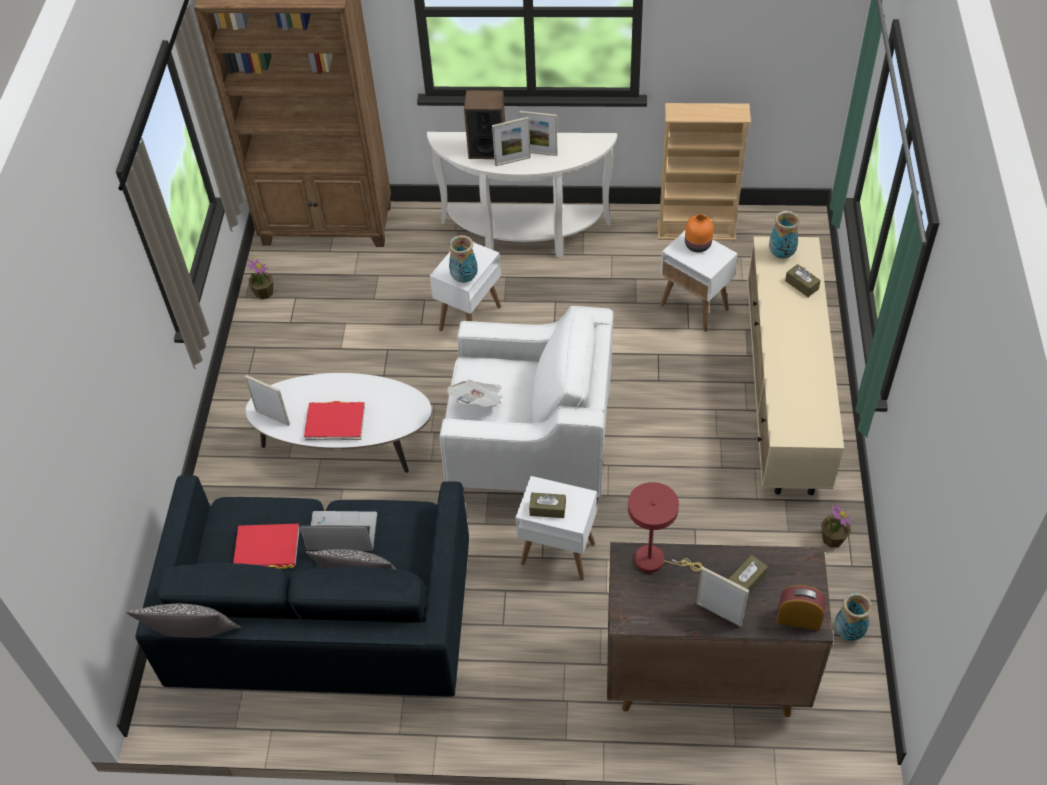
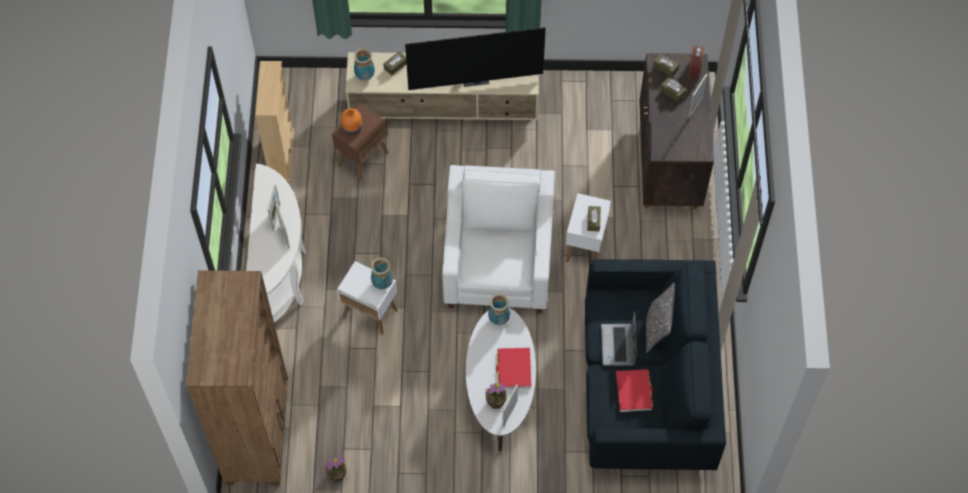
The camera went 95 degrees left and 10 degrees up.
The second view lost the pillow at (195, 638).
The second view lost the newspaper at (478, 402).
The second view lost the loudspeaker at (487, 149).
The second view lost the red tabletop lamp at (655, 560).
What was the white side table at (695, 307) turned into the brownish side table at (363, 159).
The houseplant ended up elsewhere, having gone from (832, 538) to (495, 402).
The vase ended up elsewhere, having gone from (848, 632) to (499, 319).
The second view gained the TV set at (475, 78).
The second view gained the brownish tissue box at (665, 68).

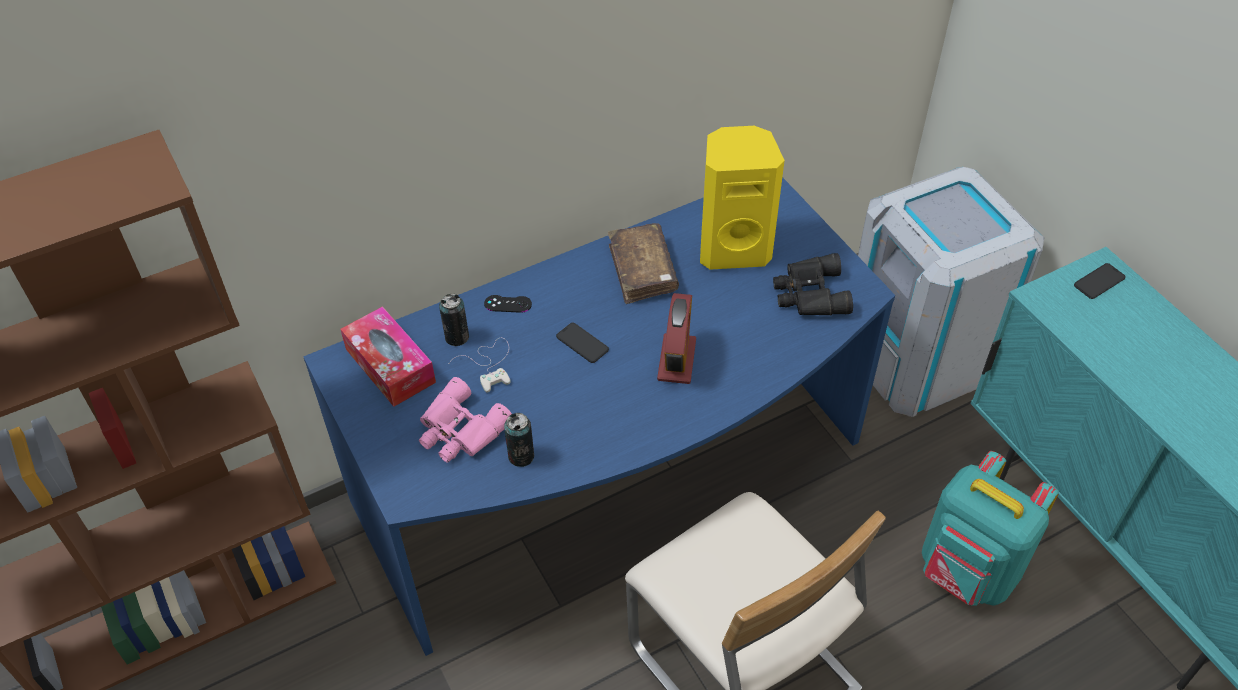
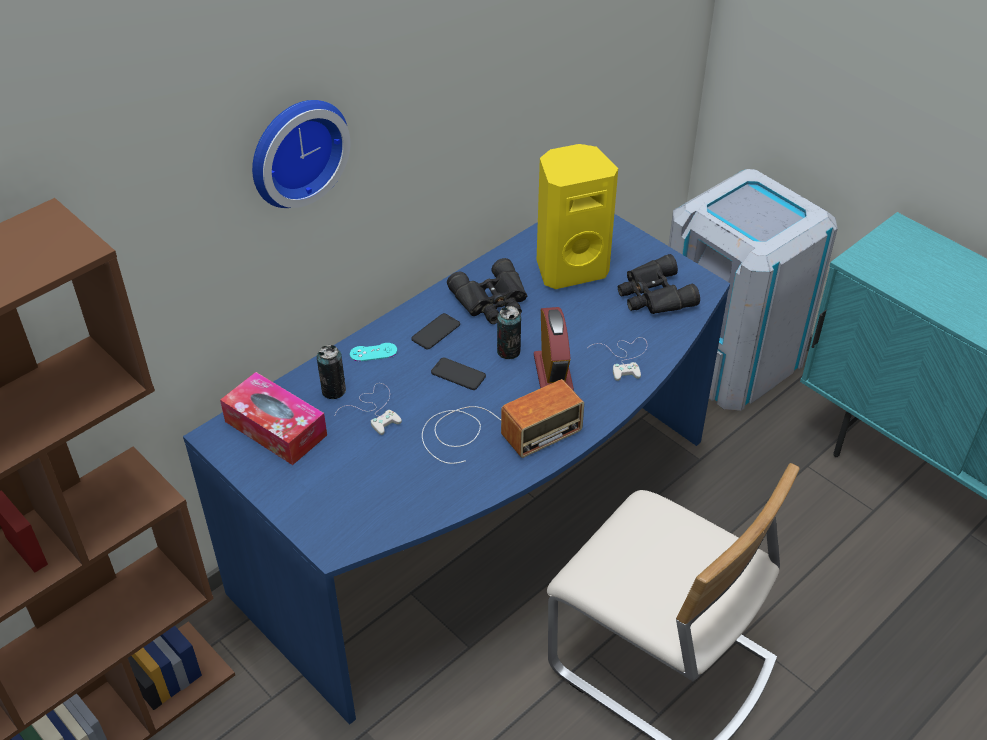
The camera went 15 degrees left and 5 degrees down.
The second view lost the pinkish binoculars at (460, 431).
What was the black gamepad at (508, 304) turned into the turquoise gamepad at (373, 352).
The metal can ended up elsewhere, having gone from (521, 456) to (508, 351).
Where the brownish volume stood at (642, 270), the black binoculars came to stand at (492, 301).
The second view lost the turquoise backpack at (967, 573).
The phone ended up elsewhere, having gone from (1099, 281) to (436, 332).
The second view gained the wall clock at (295, 150).
The second view gained the radio receiver at (494, 431).
The second view gained the white gamepad at (625, 358).

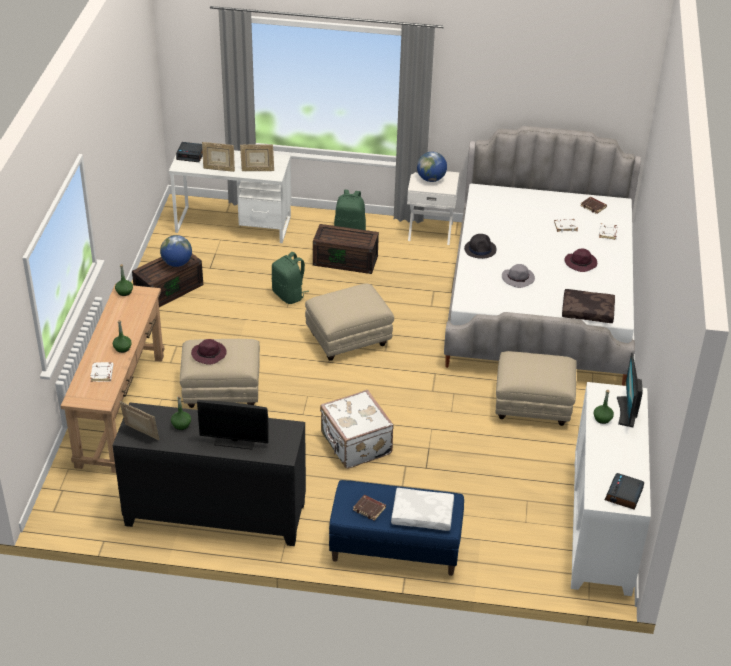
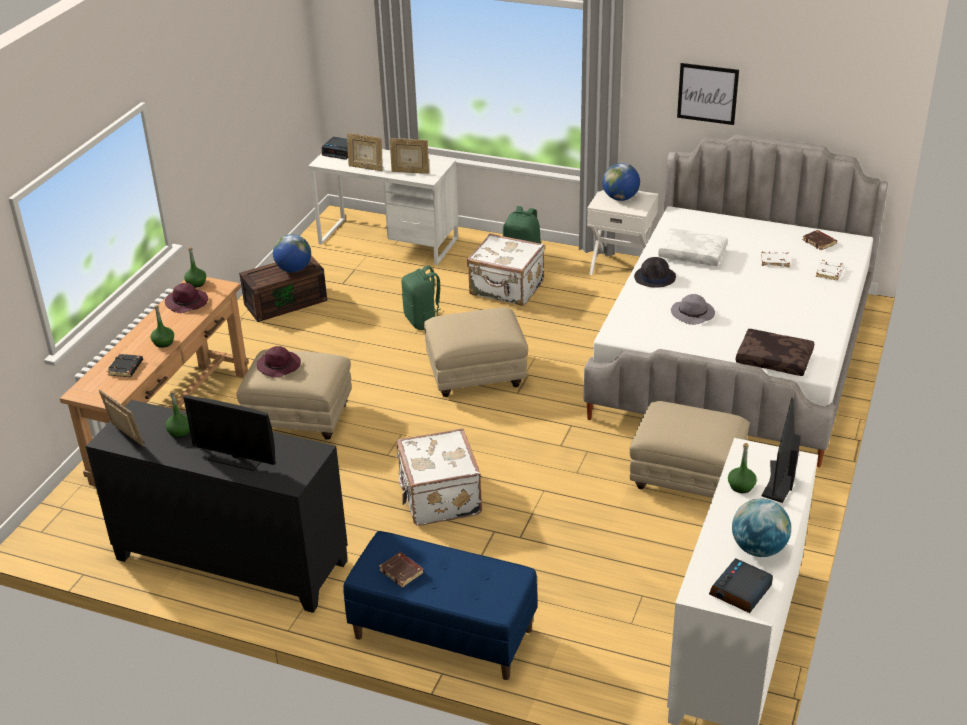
The camera went 15 degrees right and 5 degrees down.
What was the white volume at (102, 374) turned into the black volume at (126, 368).
Where the brownish storage box stood at (346, 260), the white piece of luggage came to stand at (506, 289).
The white pillow ended up elsewhere, having gone from (423, 514) to (693, 254).
The purplish wearable hat ended up elsewhere, having gone from (581, 263) to (187, 303).
The second view gained the wall art at (707, 93).
The second view gained the world globe at (758, 549).

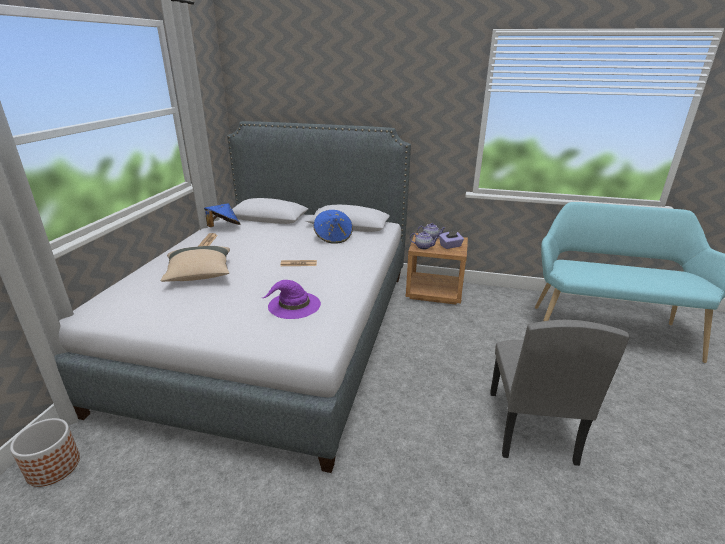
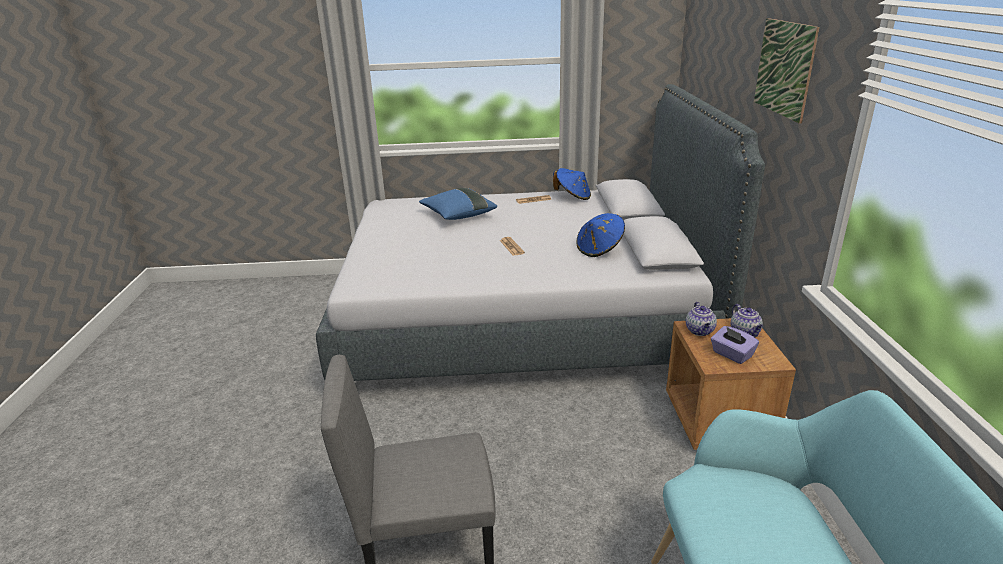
The camera went 75 degrees right and 0 degrees up.
The second view lost the planter at (54, 466).
What was the beige pillow at (199, 275) turned into the blue pillow at (458, 215).
The second view lost the purplish wearable hat at (294, 305).
The second view gained the wall art at (784, 68).

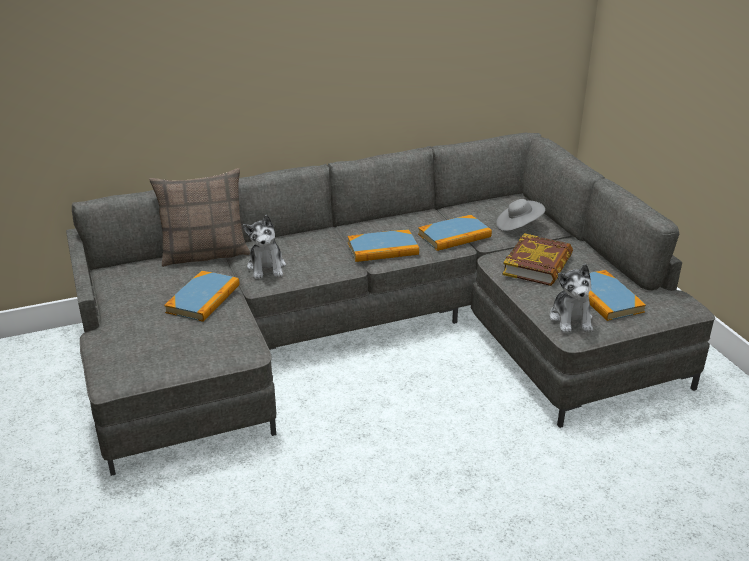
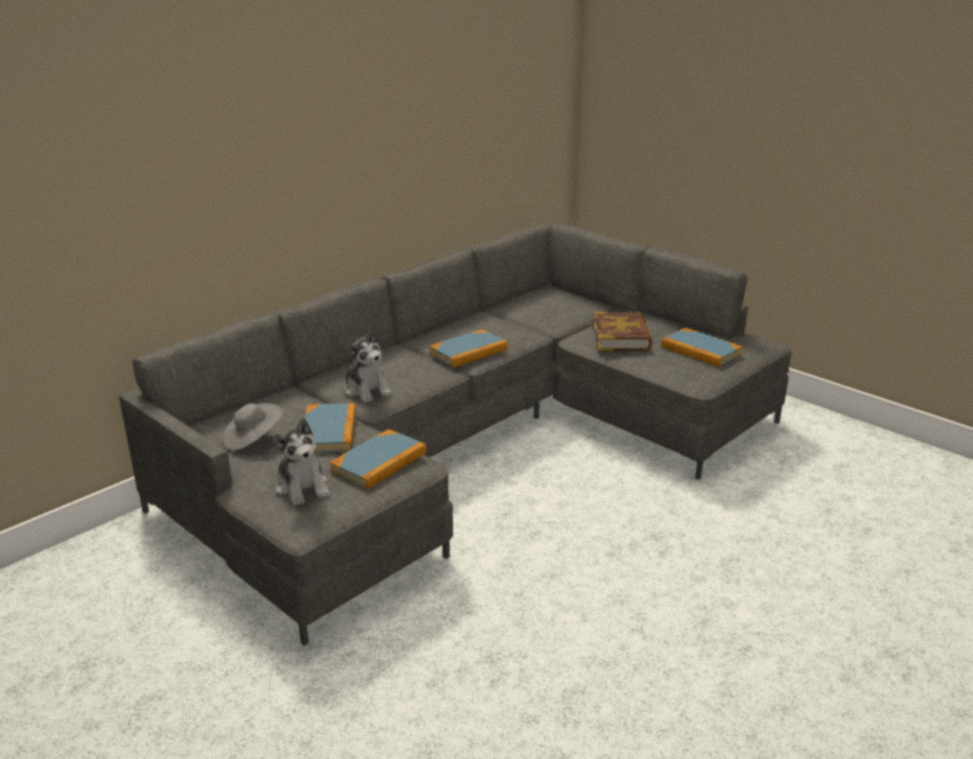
The camera went 25 degrees left and 5 degrees down.
The second view lost the pillow at (205, 254).
The volume ended up elsewhere, having gone from (454, 236) to (379, 462).
The greyish wearable hat ended up elsewhere, having gone from (518, 226) to (253, 439).
The plush toy ended up elsewhere, having gone from (571, 319) to (303, 487).

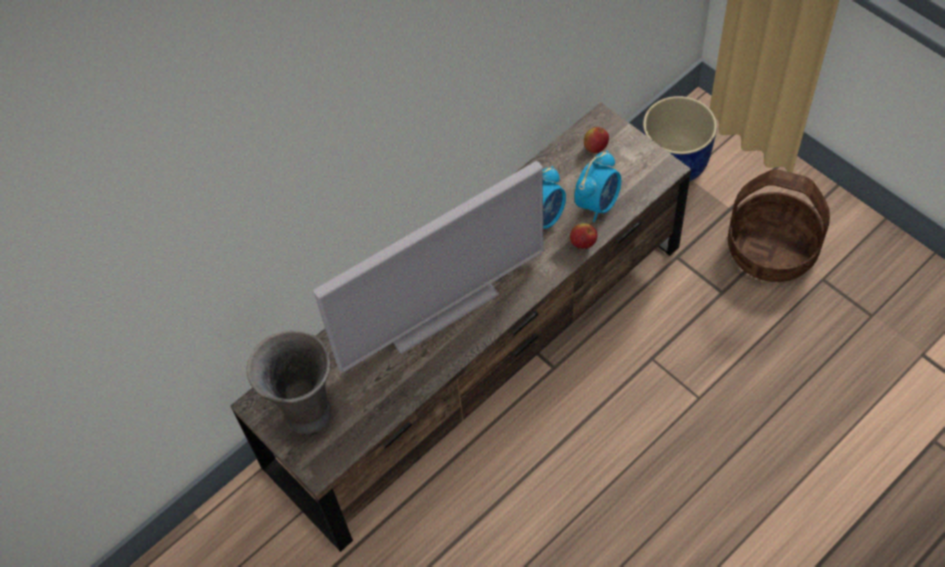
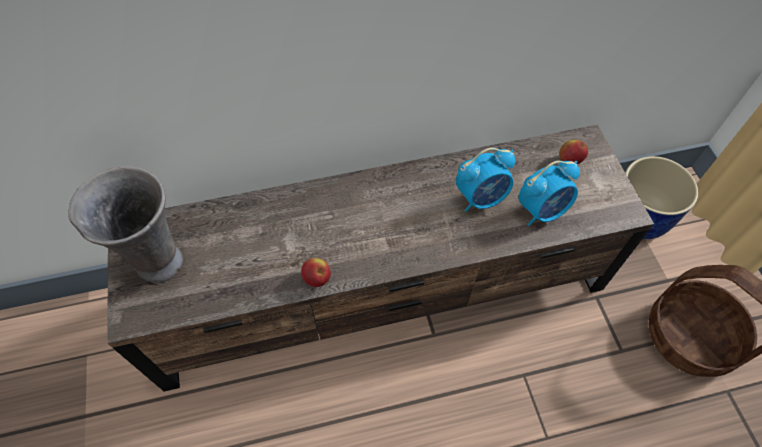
The camera went 25 degrees right and 0 degrees up.
The second view lost the TV set at (439, 309).
The whole apple ended up elsewhere, having gone from (583, 243) to (317, 279).

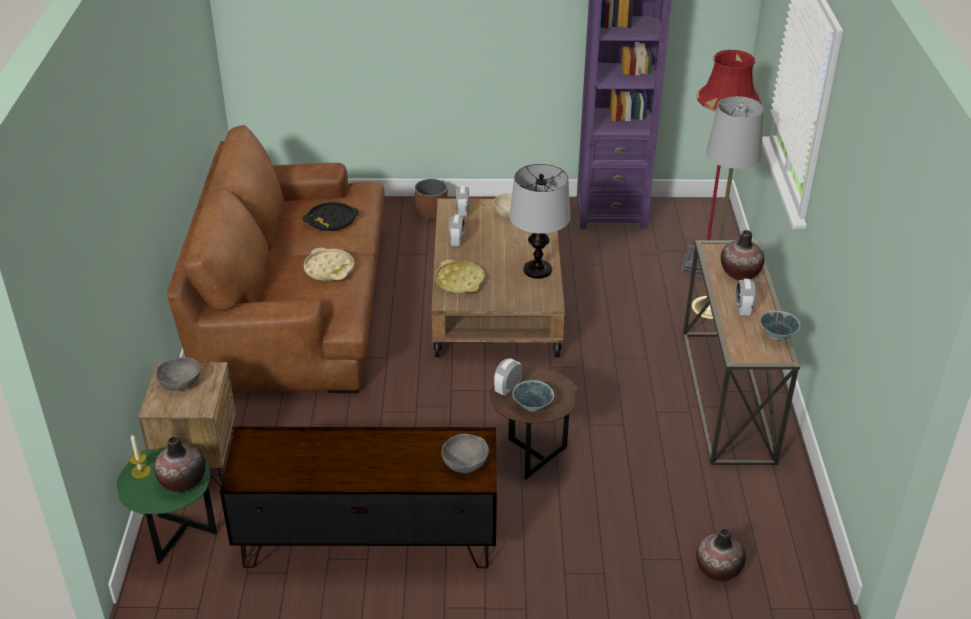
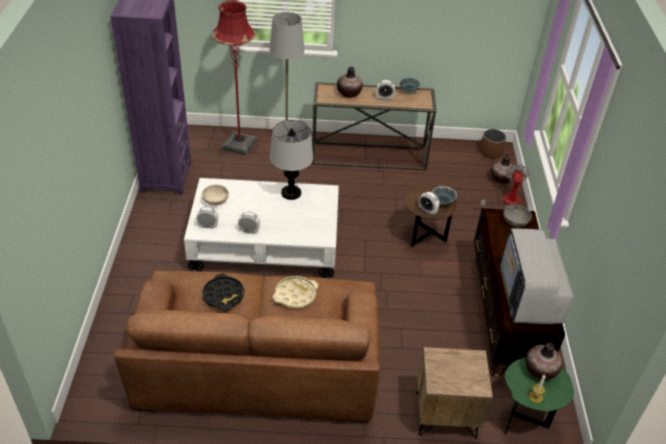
The camera went 90 degrees left and 5 degrees up.
The second view lost the greyish bowl at (180, 383).
The brownish planter ended up elsewhere, having gone from (431, 212) to (491, 152).
What was the brownish lounge table at (495, 300) turned into the white lounge table at (265, 244).
The second view lost the yellowish tray at (459, 281).
The second view gained the cooling fan at (506, 202).
The second view gained the TV set at (528, 297).

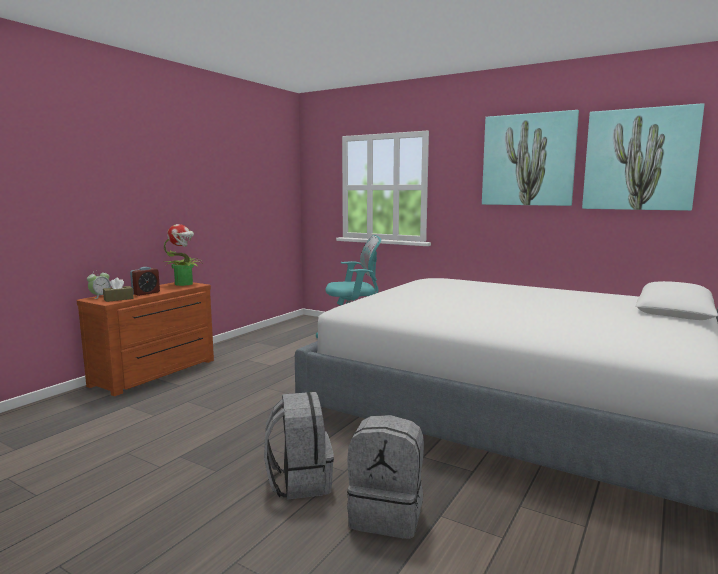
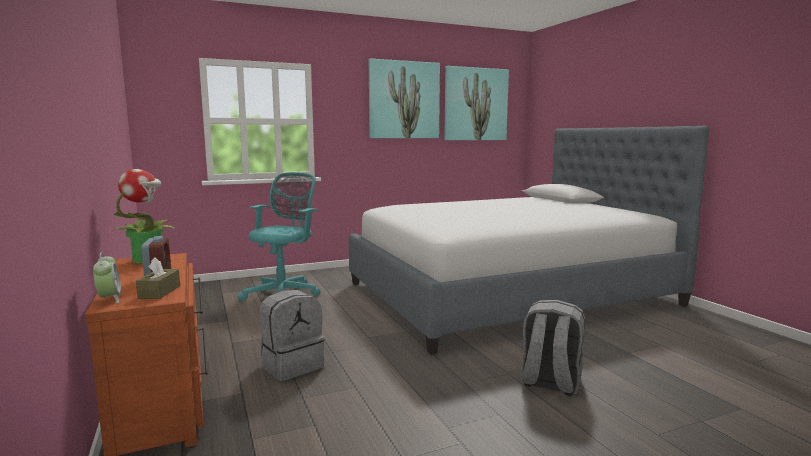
The camera went 55 degrees left and 0 degrees up.
The greyish backpack ended up elsewhere, having gone from (387, 515) to (292, 366).

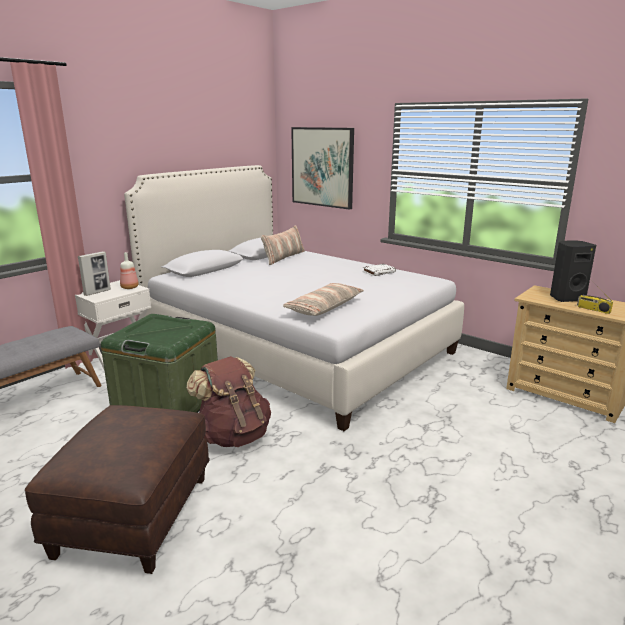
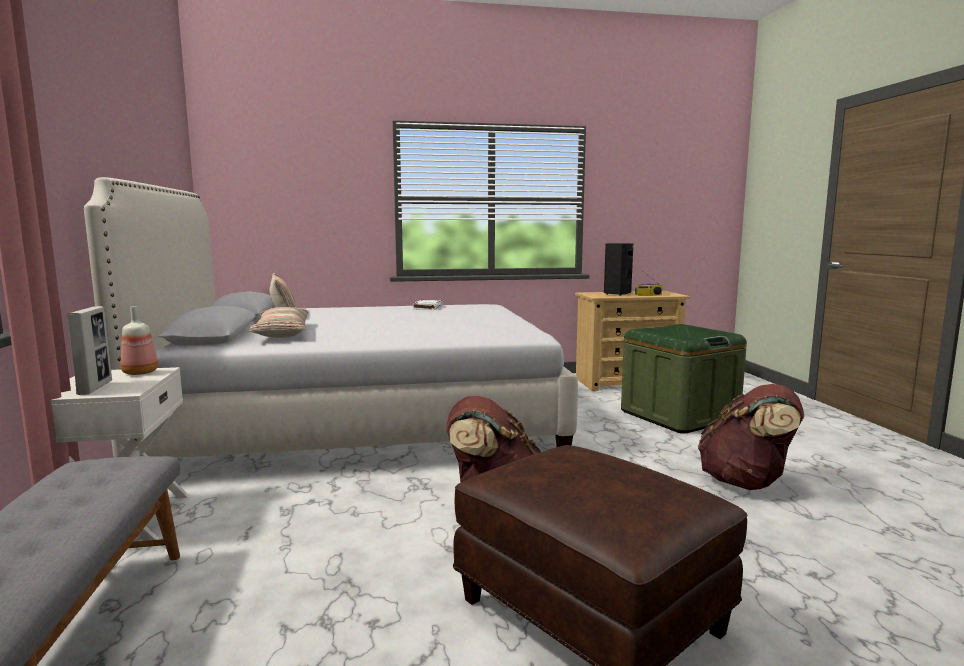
The camera went 50 degrees left and 10 degrees down.
The green-coloured storage box ended up elsewhere, having gone from (167, 403) to (679, 415).
The pillow ended up elsewhere, having gone from (324, 307) to (282, 333).
The second view lost the wall art at (322, 167).
The second view gained the brownish backpack at (746, 482).

